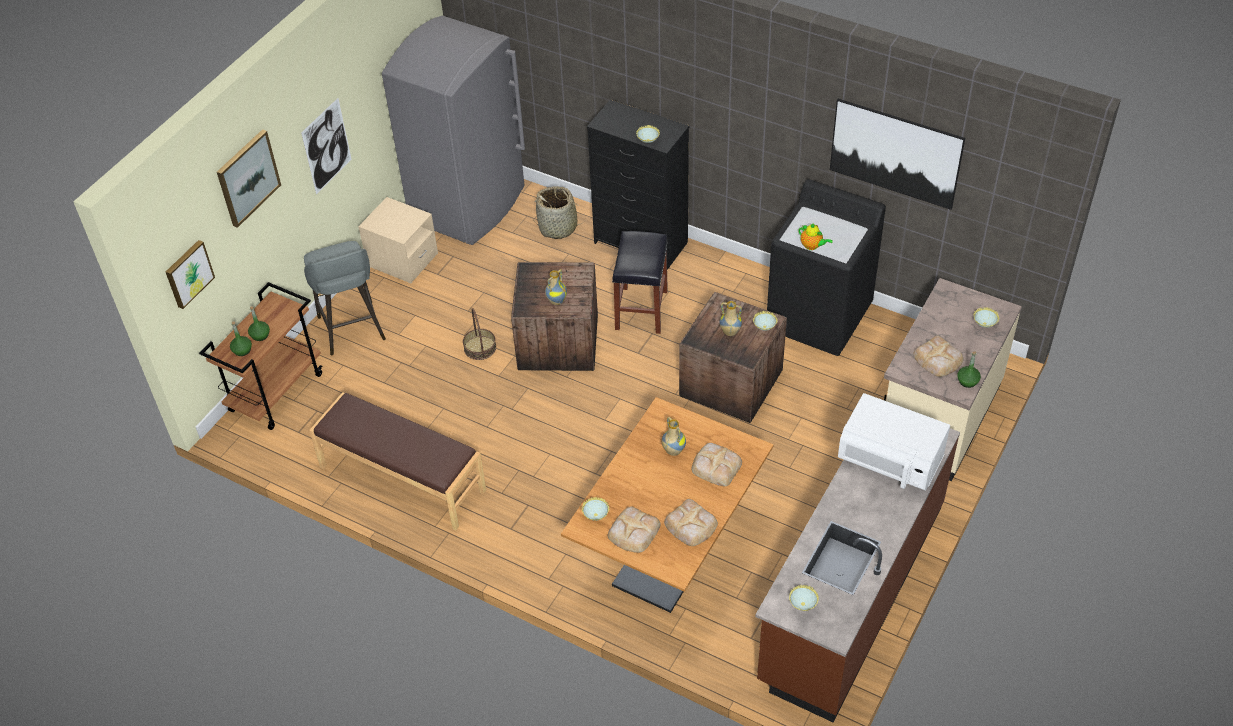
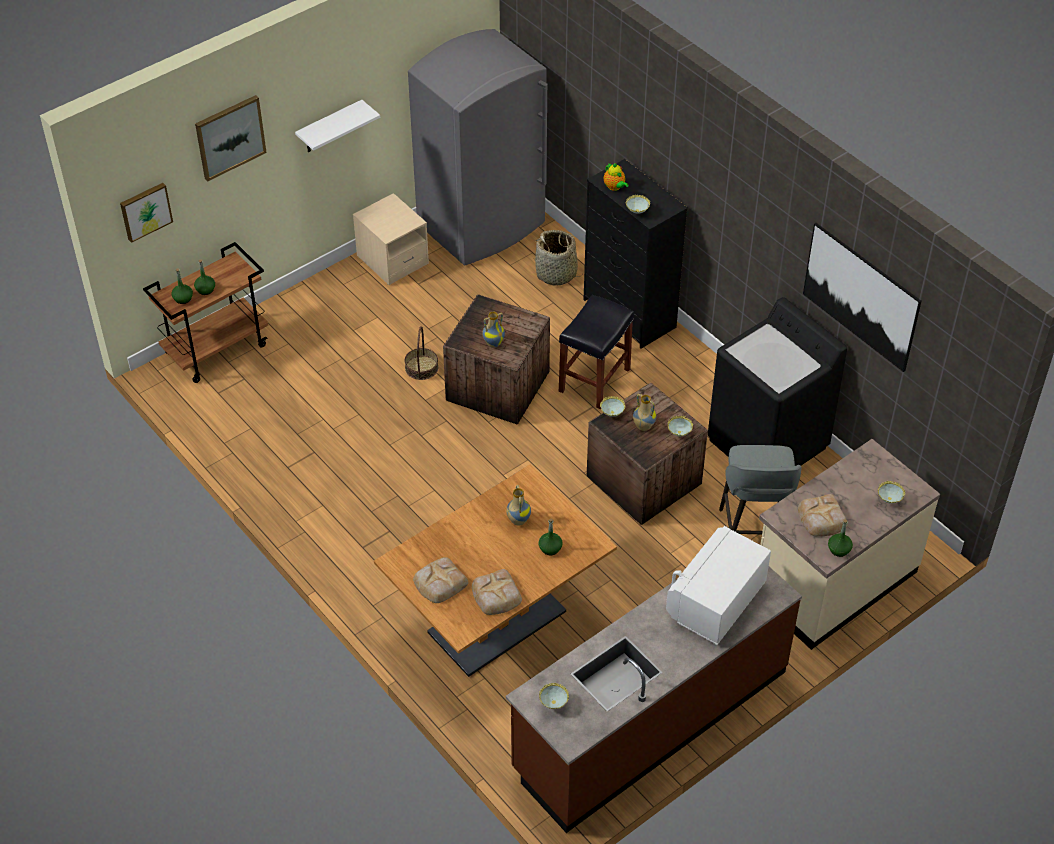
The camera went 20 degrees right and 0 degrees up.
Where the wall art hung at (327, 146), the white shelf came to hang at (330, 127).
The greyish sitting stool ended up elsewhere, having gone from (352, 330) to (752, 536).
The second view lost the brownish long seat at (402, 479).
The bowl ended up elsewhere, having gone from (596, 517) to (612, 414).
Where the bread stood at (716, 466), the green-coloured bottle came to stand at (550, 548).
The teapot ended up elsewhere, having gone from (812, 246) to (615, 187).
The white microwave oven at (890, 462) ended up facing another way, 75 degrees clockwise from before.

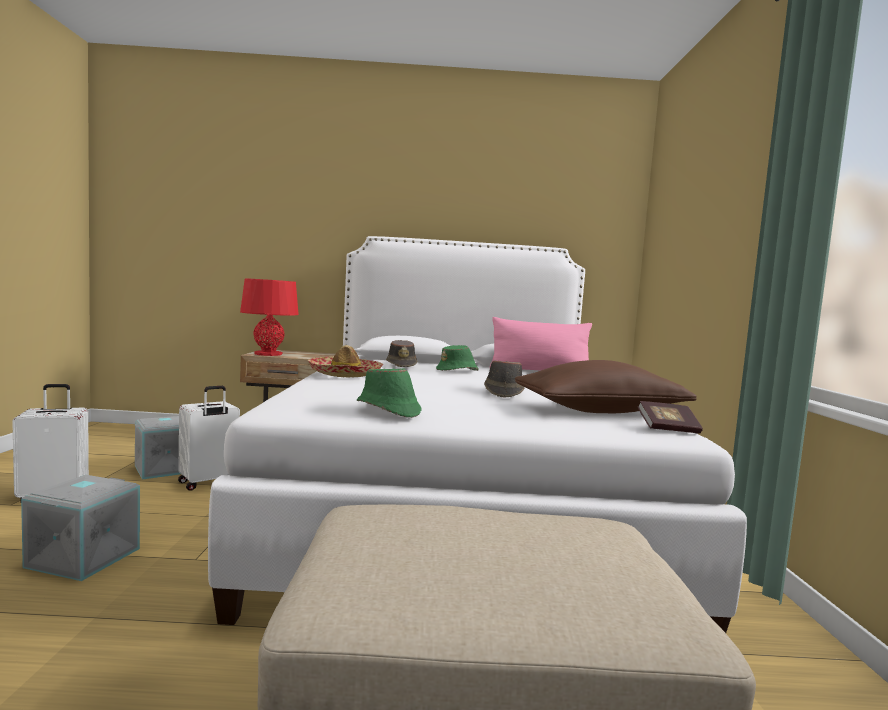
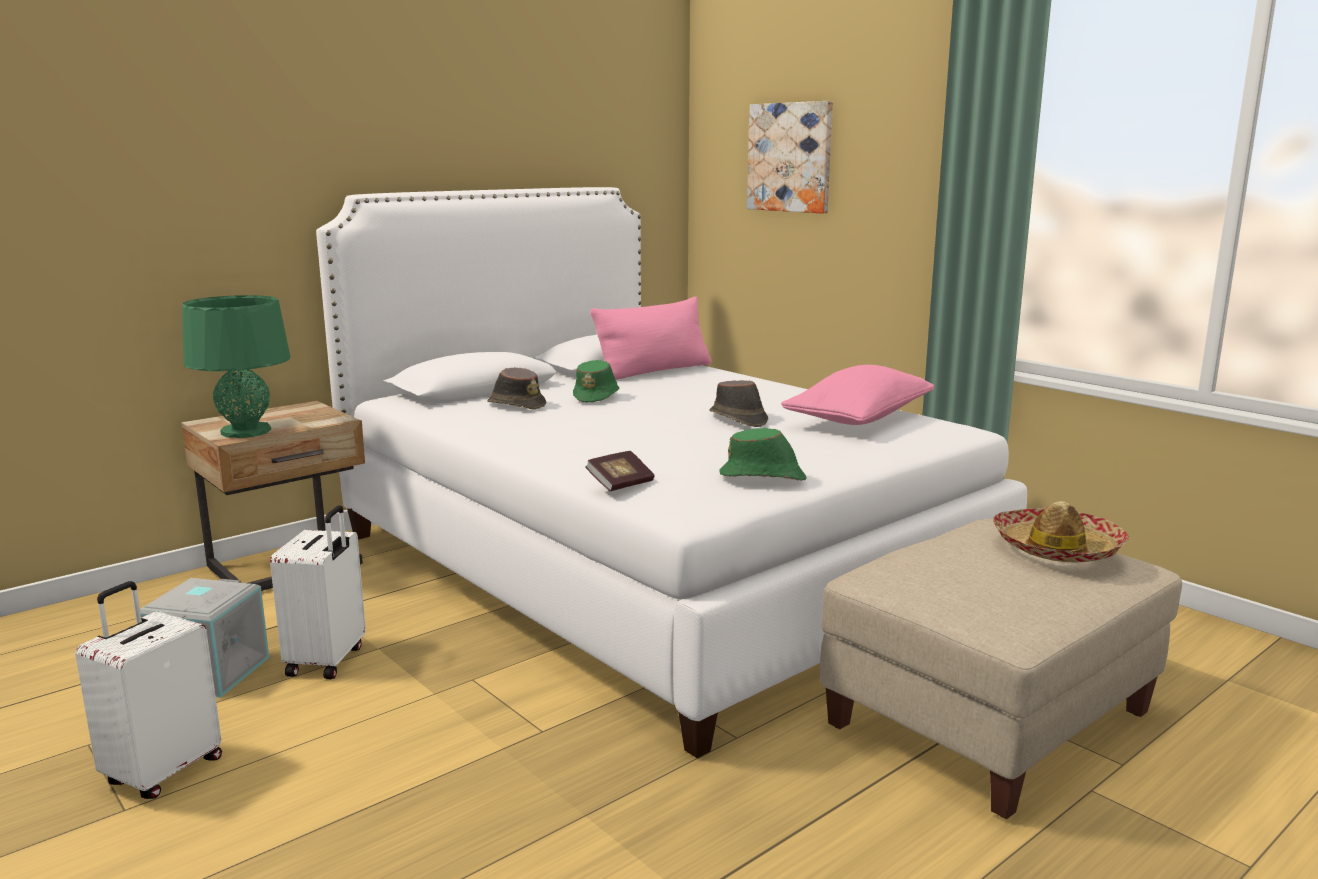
The camera went 40 degrees left and 10 degrees up.
The second view lost the greyish storage box at (83, 557).
What was the red tabletop lamp at (268, 354) turned into the green-coloured tabletop lamp at (246, 431).
The wearable hat ended up elsewhere, having gone from (345, 374) to (1057, 548).
What was the brownish pillow at (599, 411) turned into the pinkish pillow at (859, 419).
The volume ended up elsewhere, having gone from (668, 429) to (620, 484).
The second view gained the wall art at (790, 157).

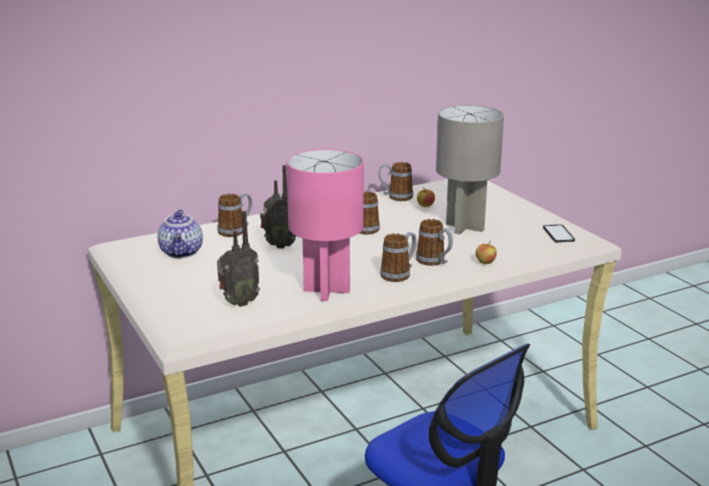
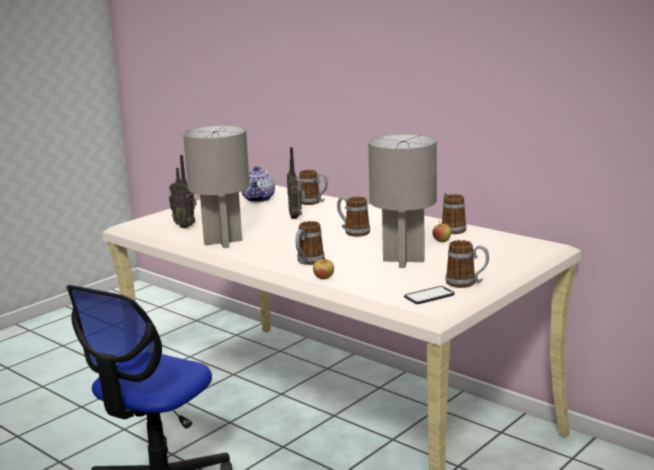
The camera went 70 degrees right and 5 degrees down.
The teapot at (182, 252) ended up facing another way, 60 degrees counterclockwise from before.
What was the pinkish tabletop lamp at (326, 291) turned into the greyish tabletop lamp at (222, 242).
The tea mug ended up elsewhere, having gone from (399, 274) to (466, 283).

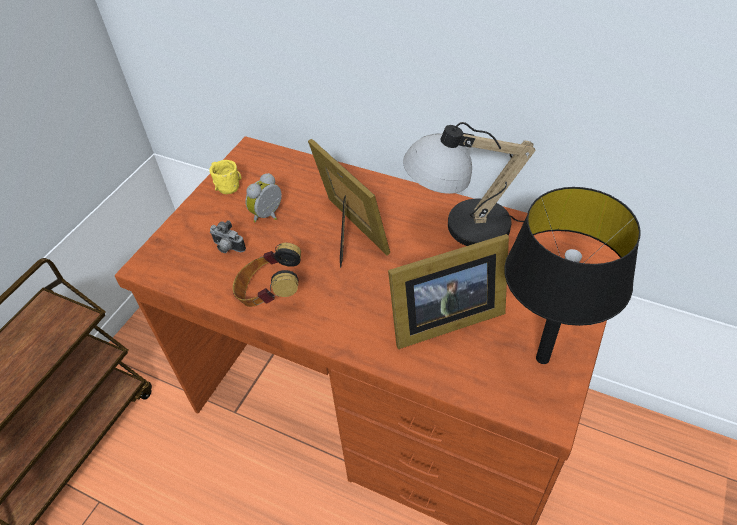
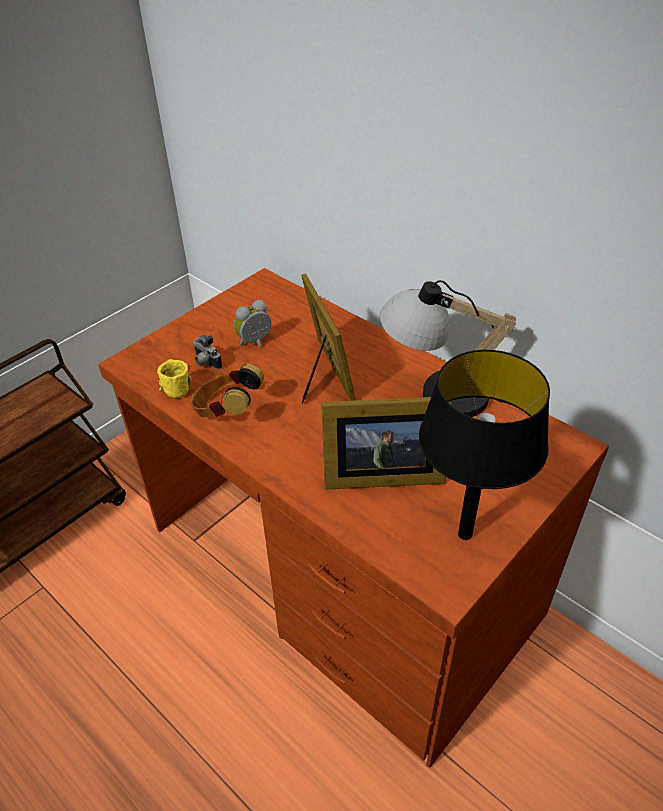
The camera went 15 degrees right and 5 degrees down.
The yellowish tea mug ended up elsewhere, having gone from (224, 184) to (174, 386).

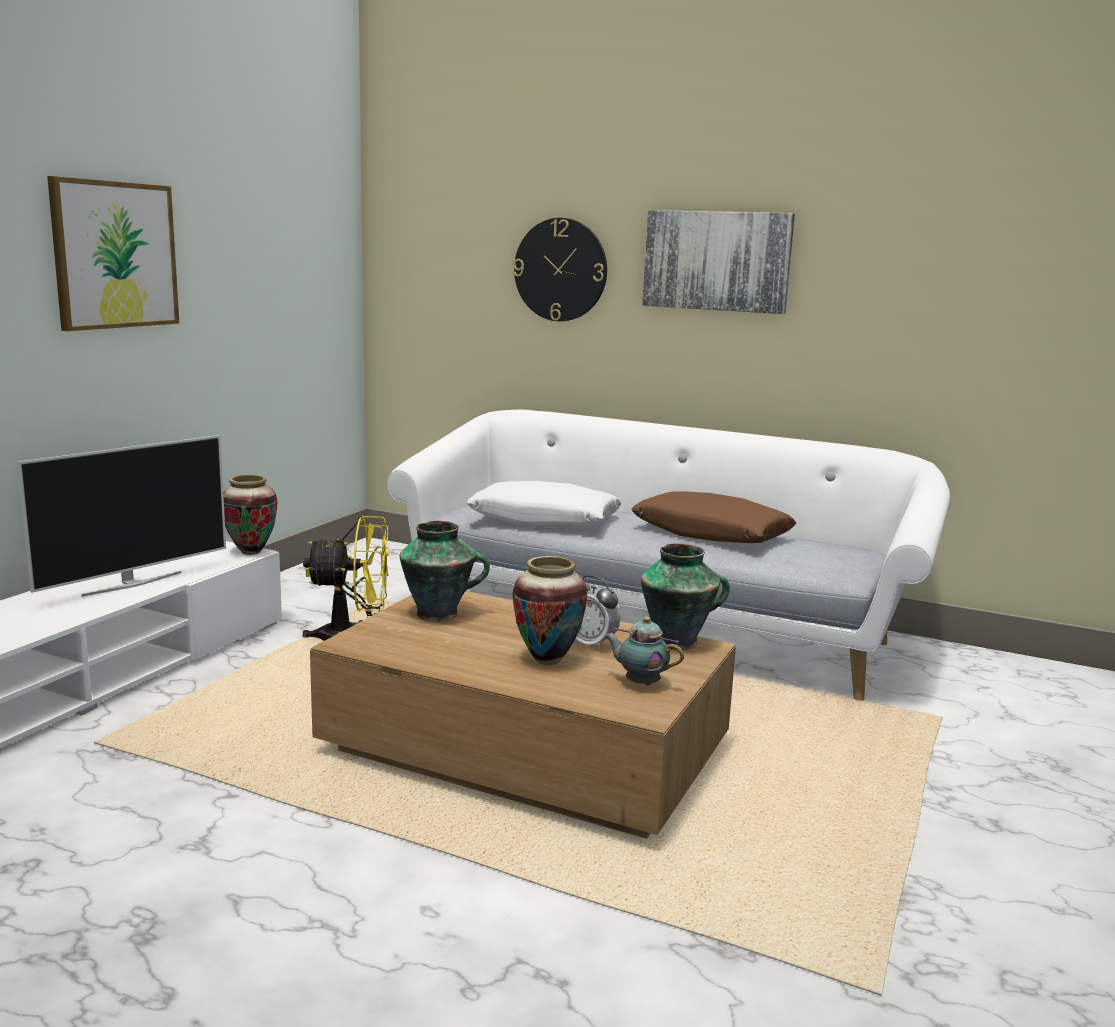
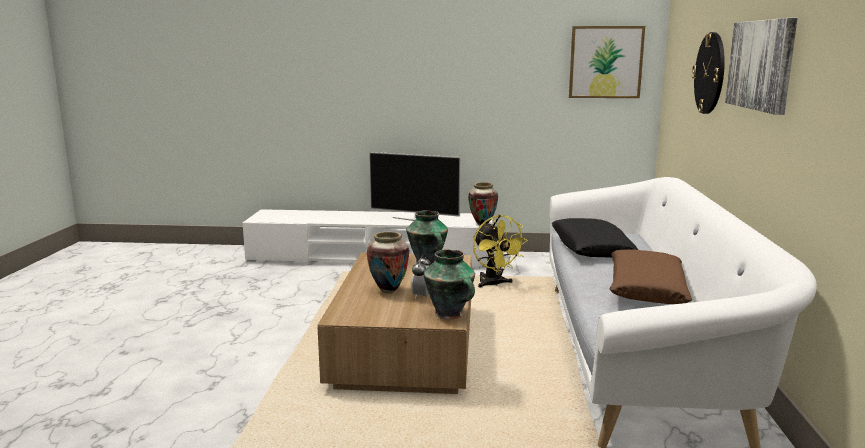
The camera went 70 degrees right and 0 degrees up.
The wall art ended up elsewhere, having gone from (115, 255) to (605, 62).
What was the white pillow at (544, 520) turned into the black pillow at (591, 249).
The second view lost the teapot at (640, 683).

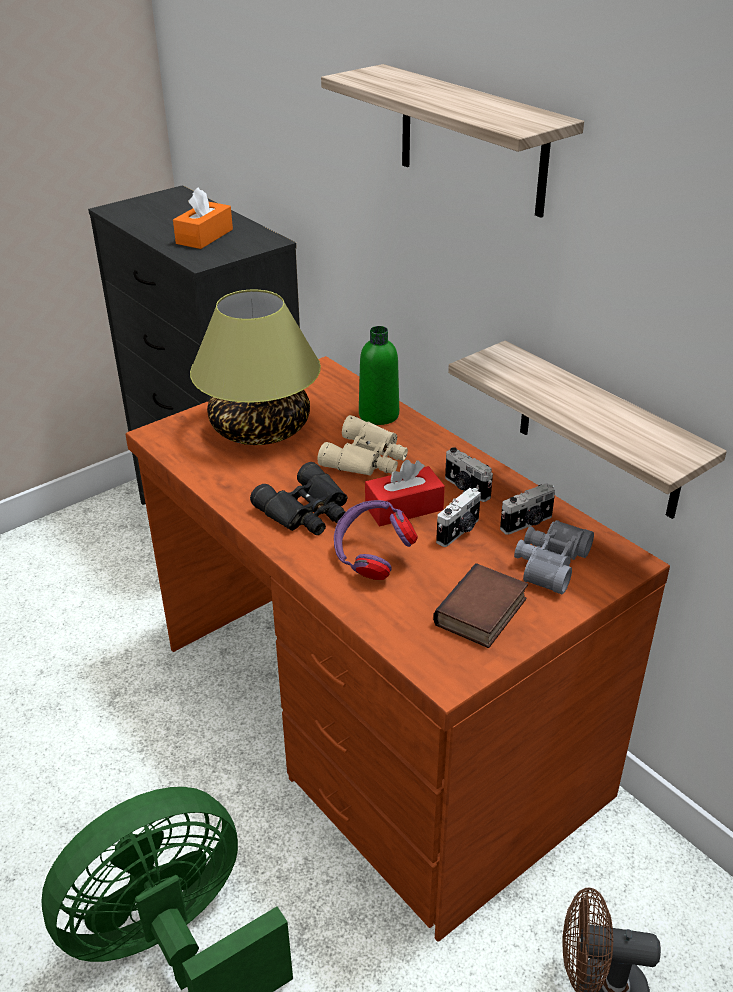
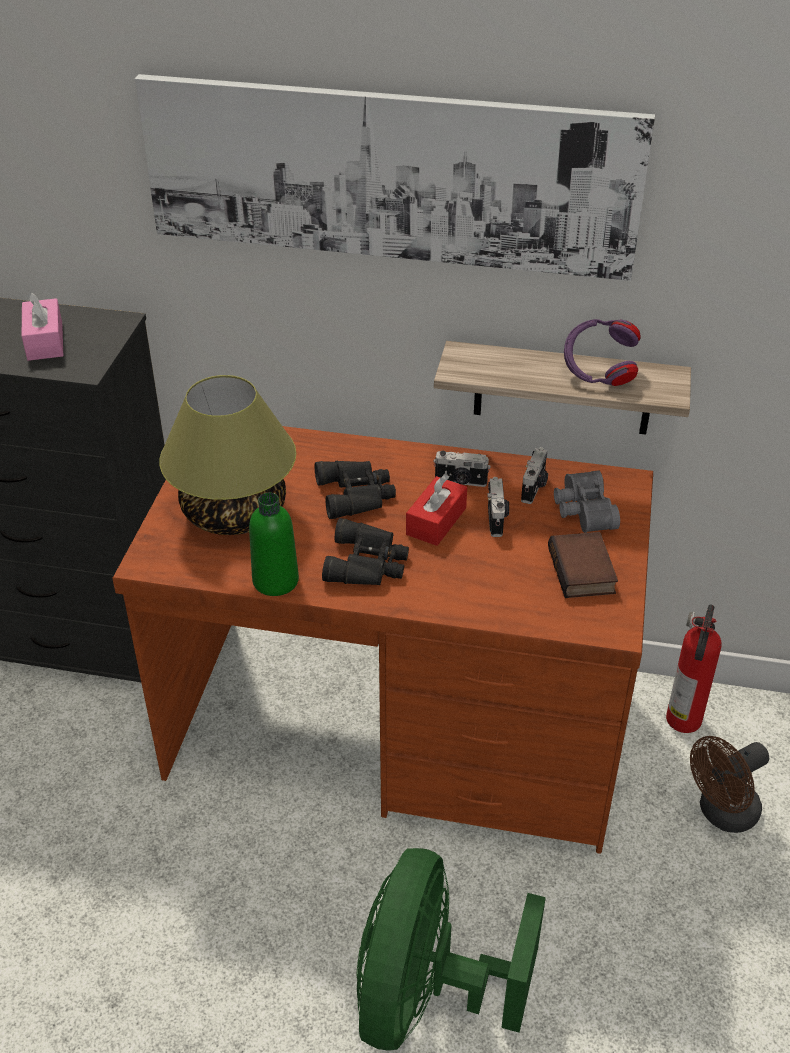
The camera went 40 degrees left and 5 degrees up.
What was the orange-coloured tissue box at (204, 236) turned into the pinkish tissue box at (45, 341).
What was the beige binoculars at (367, 458) turned into the black binoculars at (357, 494).
Where the shelf hung at (472, 140), the wall art came to hang at (389, 175).
The purplish headphones ended up elsewhere, having gone from (371, 559) to (598, 374).
The green-coloured bottle ended up elsewhere, having gone from (379, 415) to (275, 581).
The second view gained the extinguisher at (683, 721).

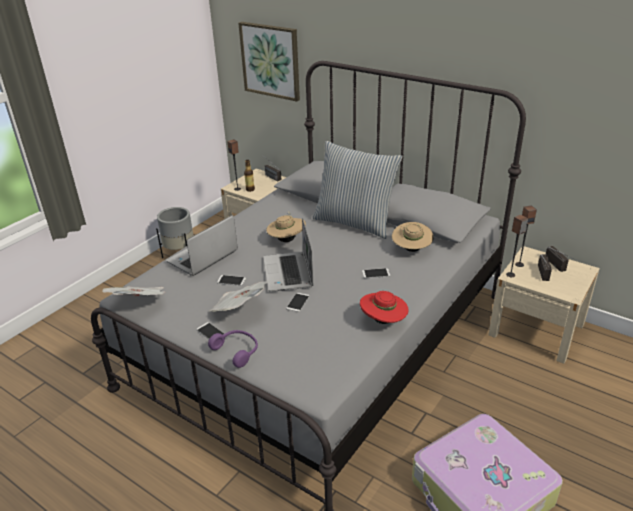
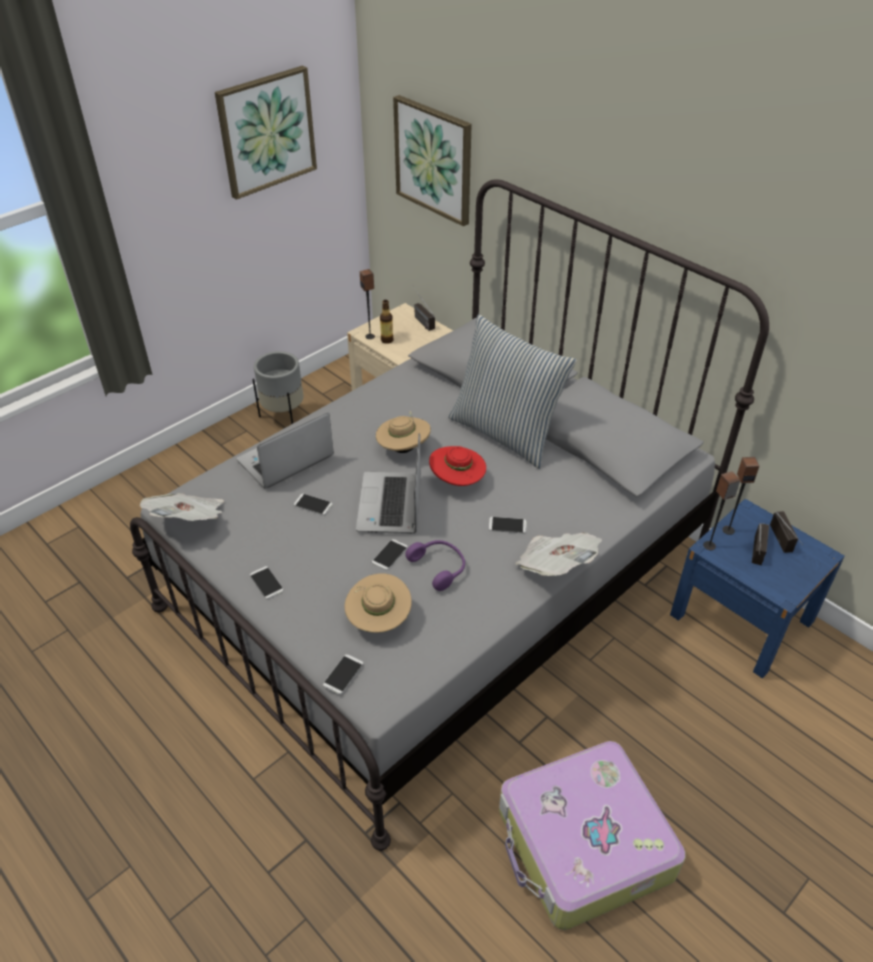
The camera went 10 degrees right and 10 degrees up.
The purplish headphones ended up elsewhere, having gone from (237, 351) to (439, 567).
The newspaper ended up elsewhere, having gone from (239, 309) to (555, 566).
The red wearable hat ended up elsewhere, having gone from (383, 321) to (457, 481).
The beige wearable hat ended up elsewhere, having gone from (411, 249) to (378, 619).
What was the beige nightstand at (536, 330) turned into the blue nightstand at (741, 618).
The second view gained the wall art at (266, 131).
The second view gained the phone at (343, 674).

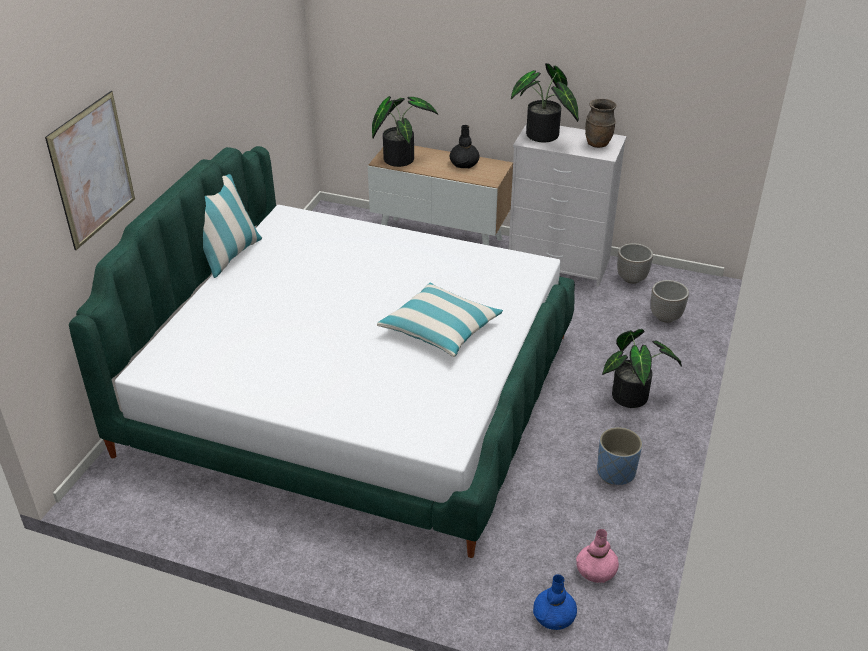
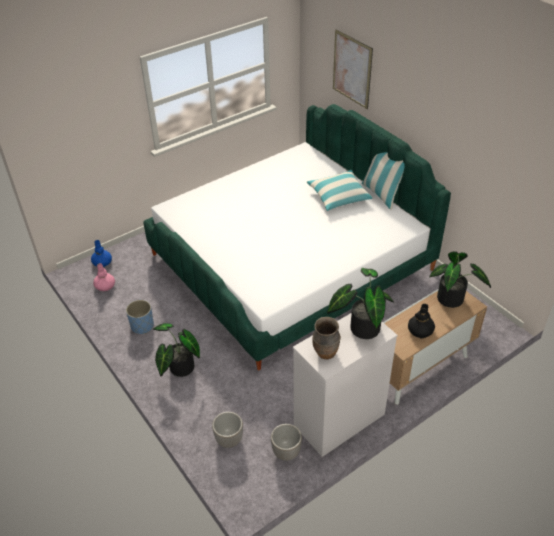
The camera went 125 degrees right and 5 degrees up.
The pillow ended up elsewhere, having gone from (440, 329) to (339, 196).

